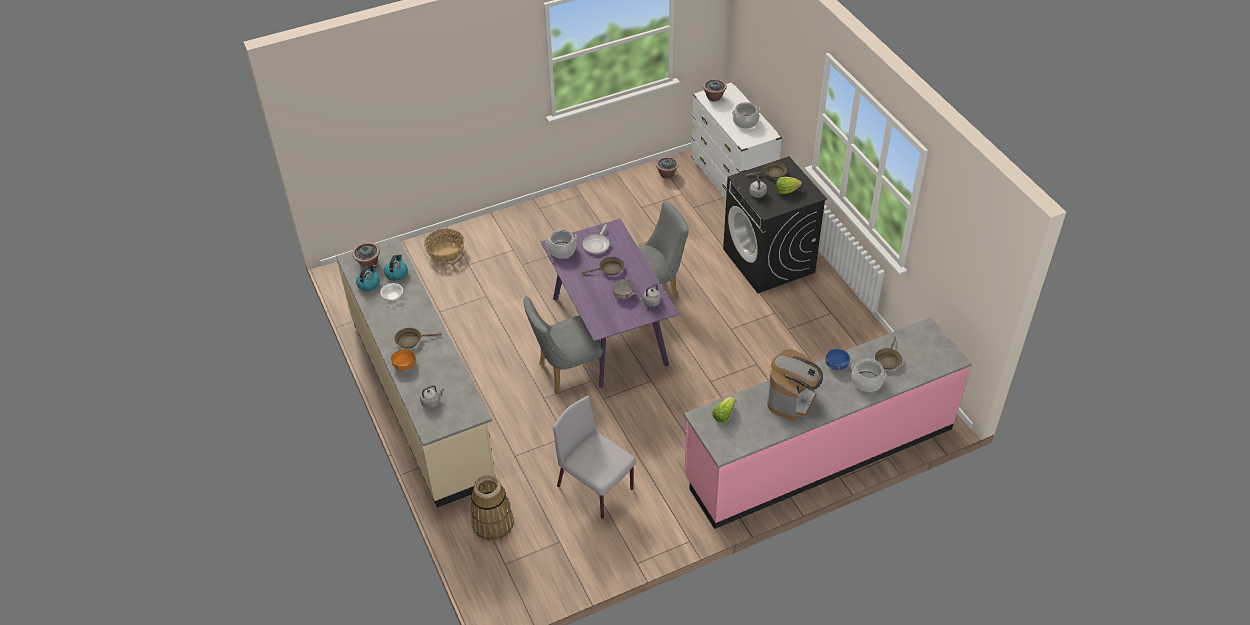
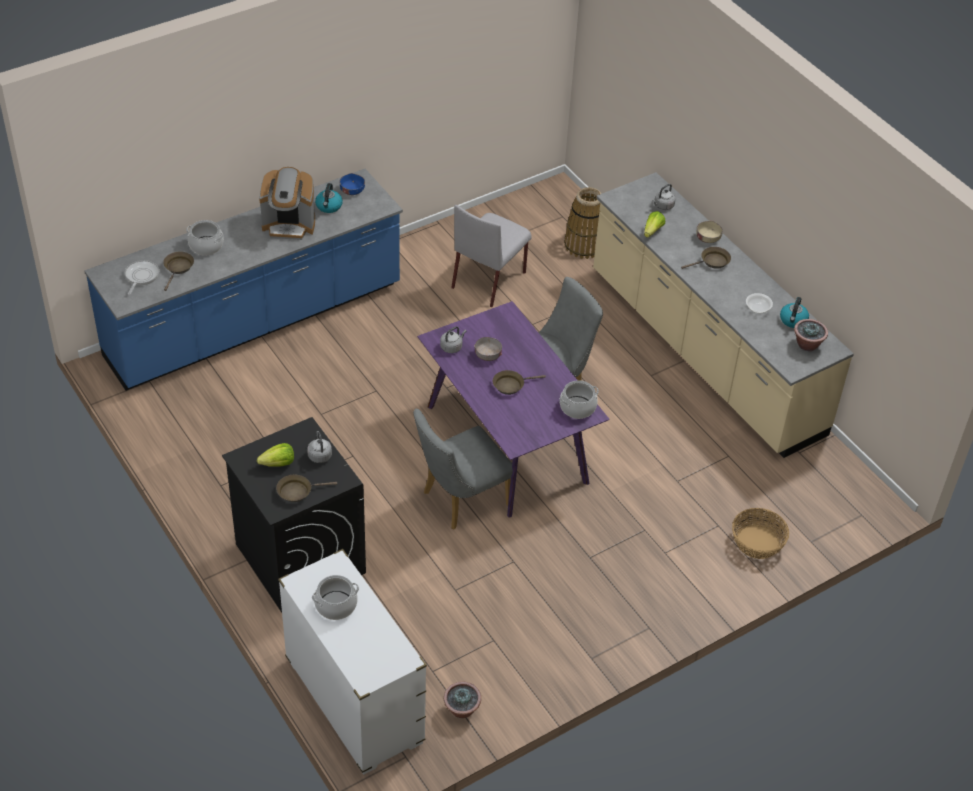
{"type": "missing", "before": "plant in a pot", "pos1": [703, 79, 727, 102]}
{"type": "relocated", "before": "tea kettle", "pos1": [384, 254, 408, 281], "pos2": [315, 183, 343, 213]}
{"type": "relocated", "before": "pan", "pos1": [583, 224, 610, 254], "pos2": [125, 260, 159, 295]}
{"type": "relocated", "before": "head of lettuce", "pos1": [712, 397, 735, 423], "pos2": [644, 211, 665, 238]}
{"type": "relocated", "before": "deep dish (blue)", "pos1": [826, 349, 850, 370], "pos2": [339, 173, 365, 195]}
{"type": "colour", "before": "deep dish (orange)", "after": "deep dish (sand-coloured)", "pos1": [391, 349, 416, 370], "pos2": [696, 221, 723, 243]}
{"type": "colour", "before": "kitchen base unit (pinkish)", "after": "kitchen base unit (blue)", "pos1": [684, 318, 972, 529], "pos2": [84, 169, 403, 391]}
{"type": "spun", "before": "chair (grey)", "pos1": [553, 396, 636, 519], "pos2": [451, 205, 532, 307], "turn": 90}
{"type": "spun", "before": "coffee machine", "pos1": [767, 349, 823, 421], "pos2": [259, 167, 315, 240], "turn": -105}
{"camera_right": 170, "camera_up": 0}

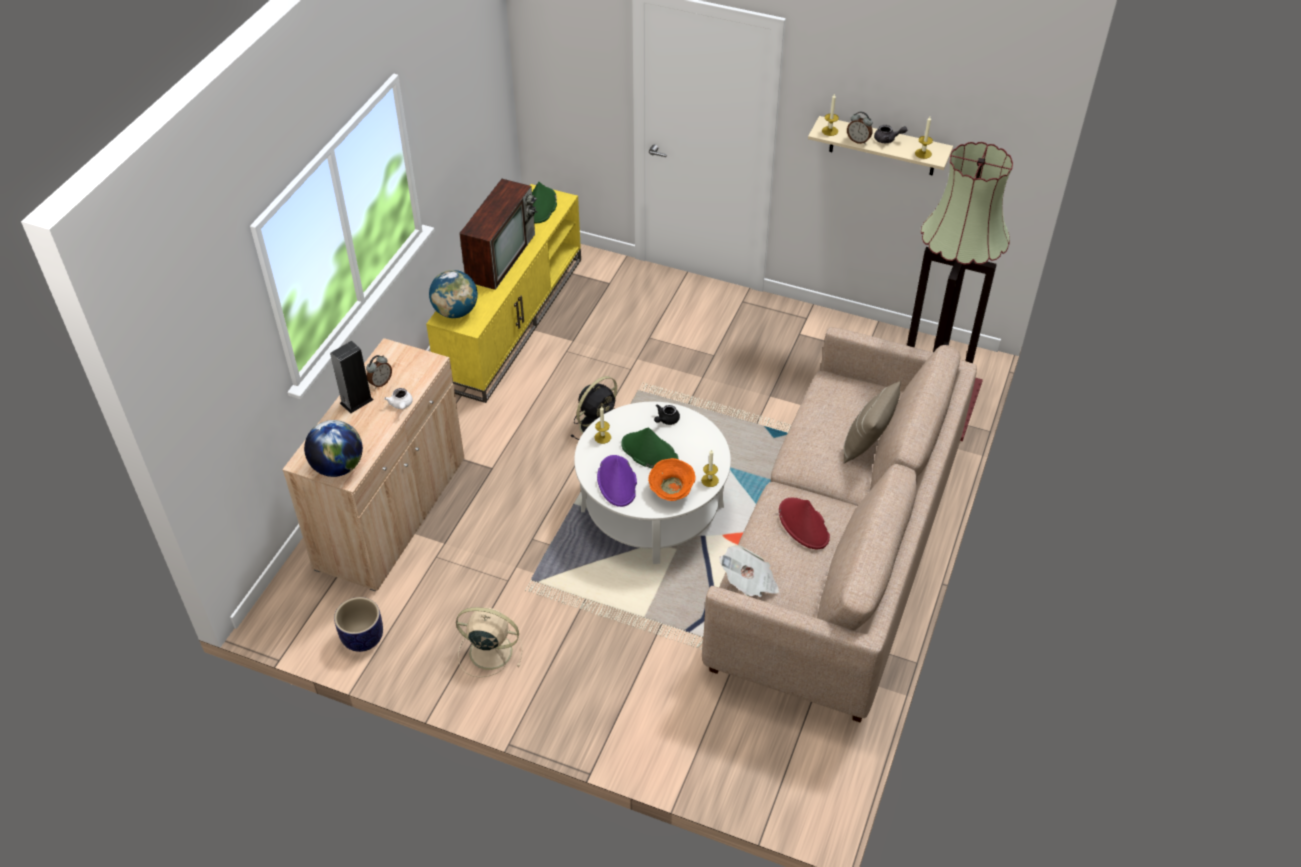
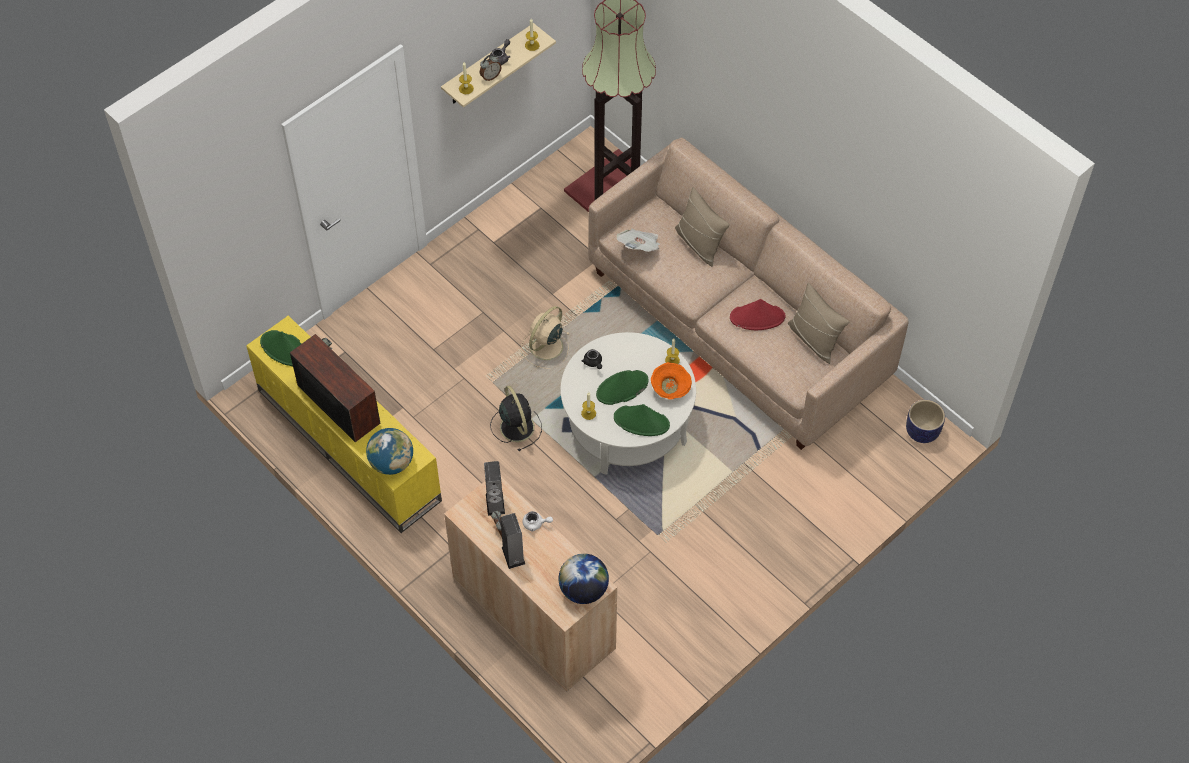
{"type": "appeared", "after": "loudspeaker", "pos2": [484, 461, 505, 516]}
{"type": "appeared", "after": "cushion (sand-coloured)", "pos2": [788, 283, 849, 364]}
{"type": "relocated", "before": "flower pot", "pos1": [334, 597, 383, 652], "pos2": [906, 400, 945, 443]}
{"type": "relocated", "before": "cooling fan (sand-coloured)", "pos1": [456, 607, 522, 677], "pos2": [522, 306, 569, 369]}
{"type": "relocated", "before": "newspaper", "pos1": [719, 545, 779, 597], "pos2": [616, 229, 660, 252]}
{"type": "colour", "before": "hat (purple-coloured)", "after": "hat (greenish)", "pos1": [597, 455, 637, 507], "pos2": [614, 404, 670, 436]}
{"camera_right": -65, "camera_up": 10}

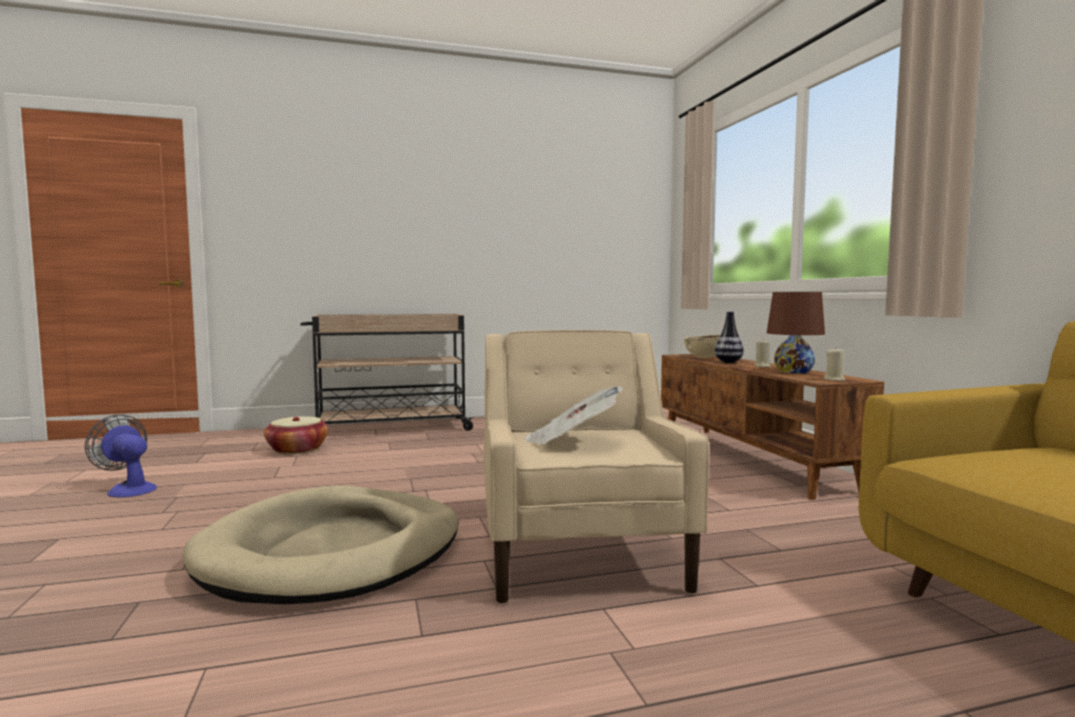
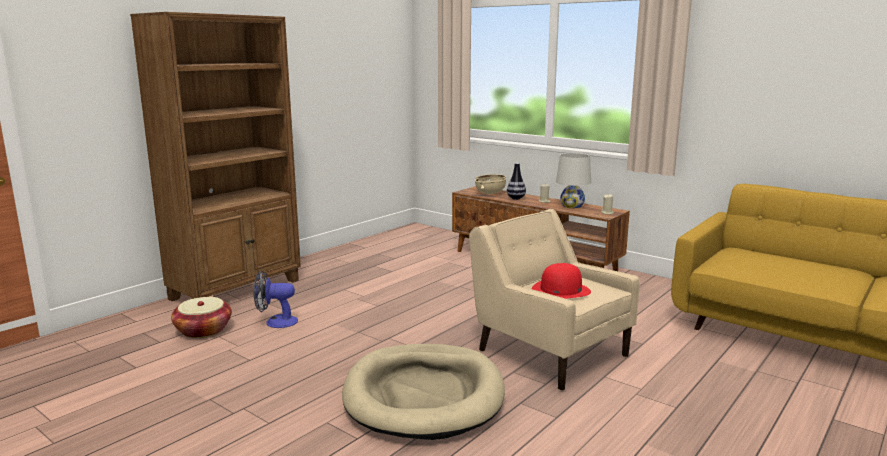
{"type": "relocated", "before": "cooling fan", "pos1": [85, 415, 157, 497], "pos2": [253, 271, 298, 328]}
{"type": "exchanged", "before": "wheeled cart (sand-coloured)", "after": "bookcase (brownish)", "pos1": [300, 314, 475, 431], "pos2": [130, 12, 301, 301]}
{"type": "exchanged", "before": "newspaper", "after": "hat (red-coloured)", "pos1": [524, 386, 624, 445], "pos2": [532, 263, 591, 299]}
{"type": "colour", "before": "table lamp (brownish)", "after": "table lamp (white)", "pos1": [767, 292, 825, 374], "pos2": [556, 153, 591, 208]}
{"camera_right": -35, "camera_up": 10}

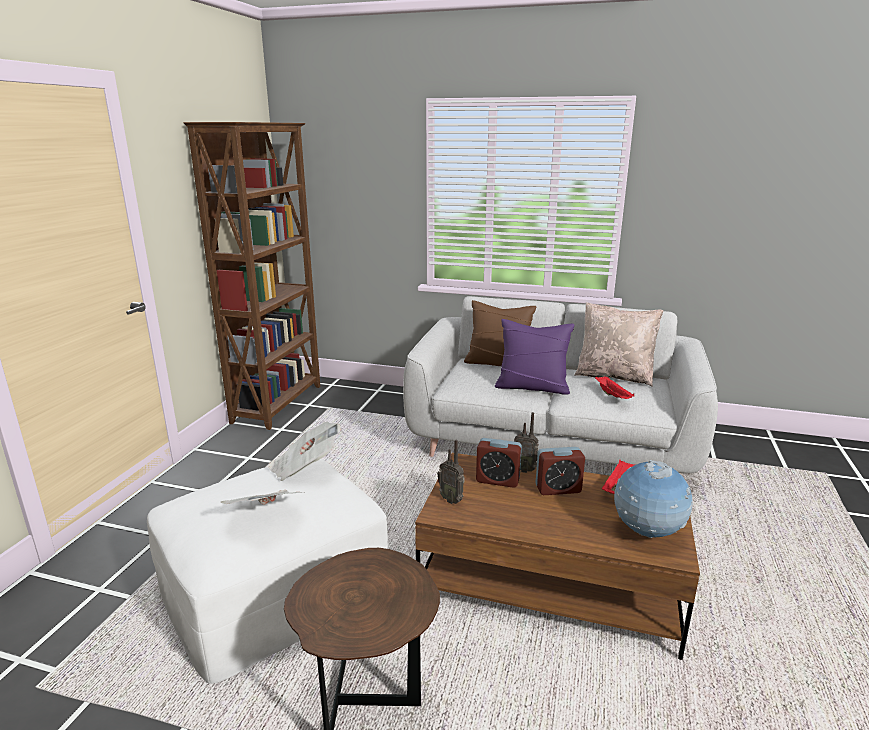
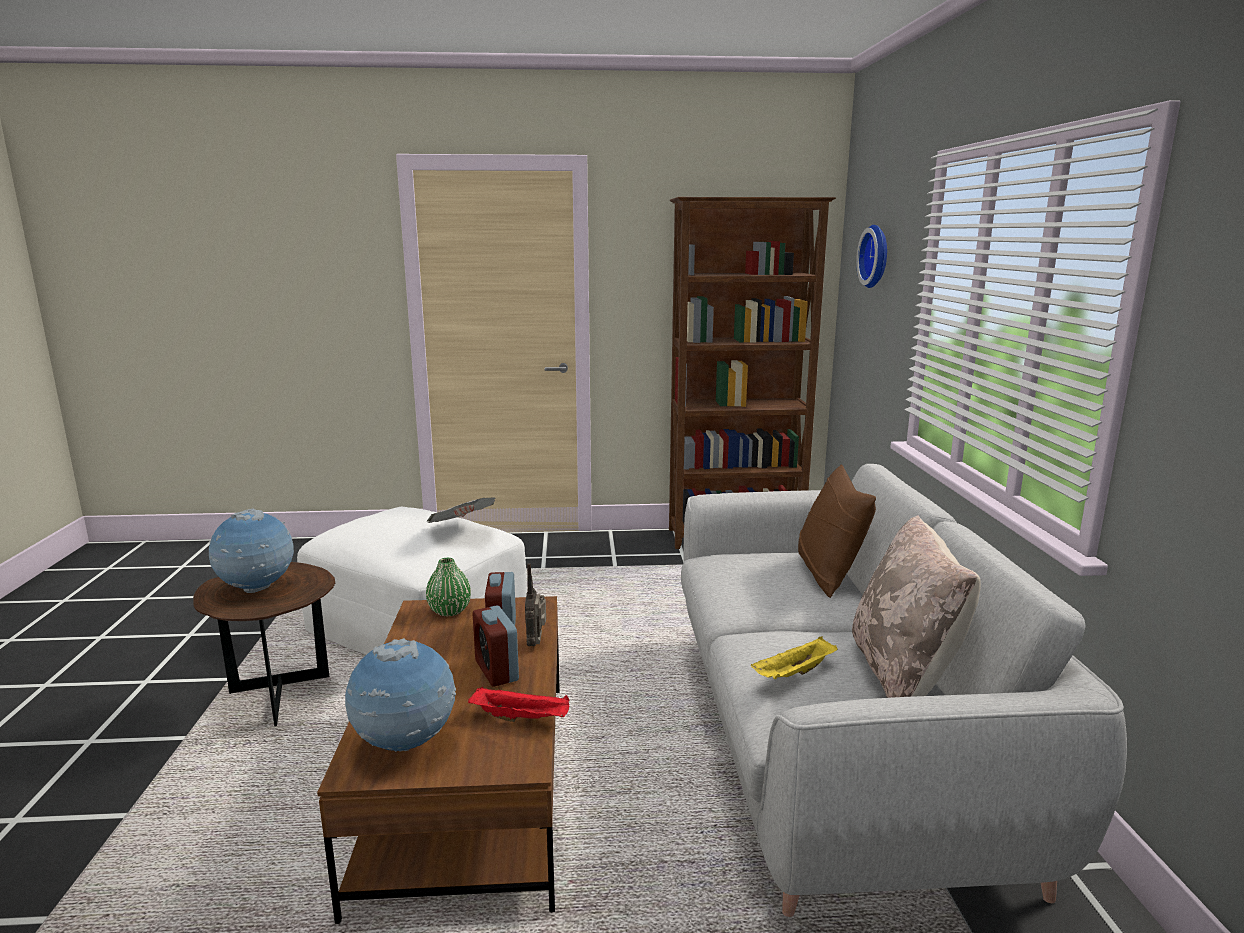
{"type": "missing", "before": "newspaper", "pos1": [221, 490, 304, 505]}
{"type": "missing", "before": "cushion (purple-coloured)", "pos1": [495, 319, 574, 395]}
{"type": "appeared", "after": "world globe", "pos2": [209, 509, 294, 593]}
{"type": "appeared", "after": "hanging clock", "pos2": [856, 225, 887, 288]}
{"type": "exchanged", "before": "radio receiver", "after": "decorative vase (greenish)", "pos1": [437, 440, 465, 504], "pos2": [426, 558, 471, 616]}
{"type": "colour", "before": "serving tray (red-coloured)", "after": "serving tray (yellow-coloured)", "pos1": [595, 376, 634, 399], "pos2": [751, 636, 838, 679]}
{"camera_right": 70, "camera_up": -5}

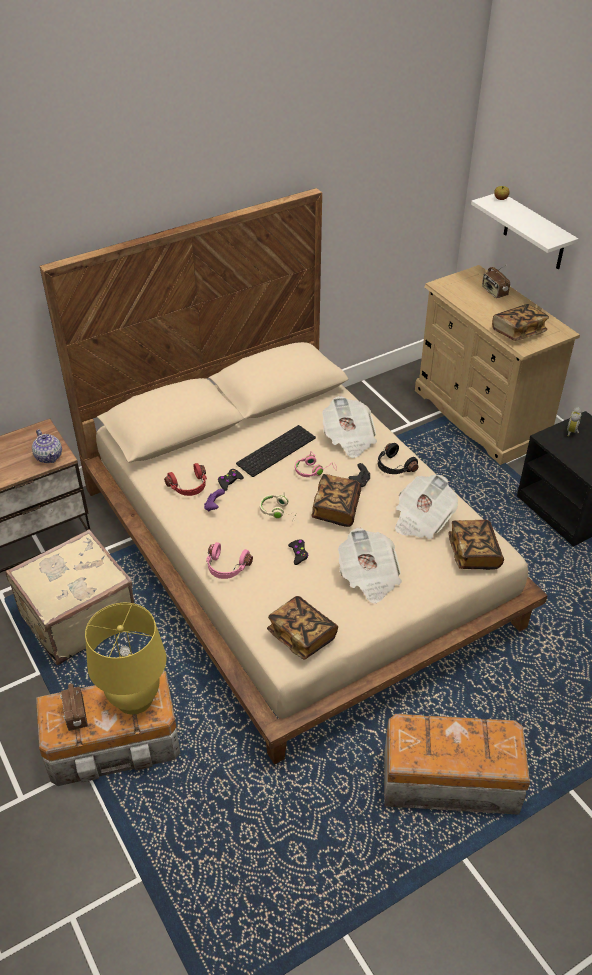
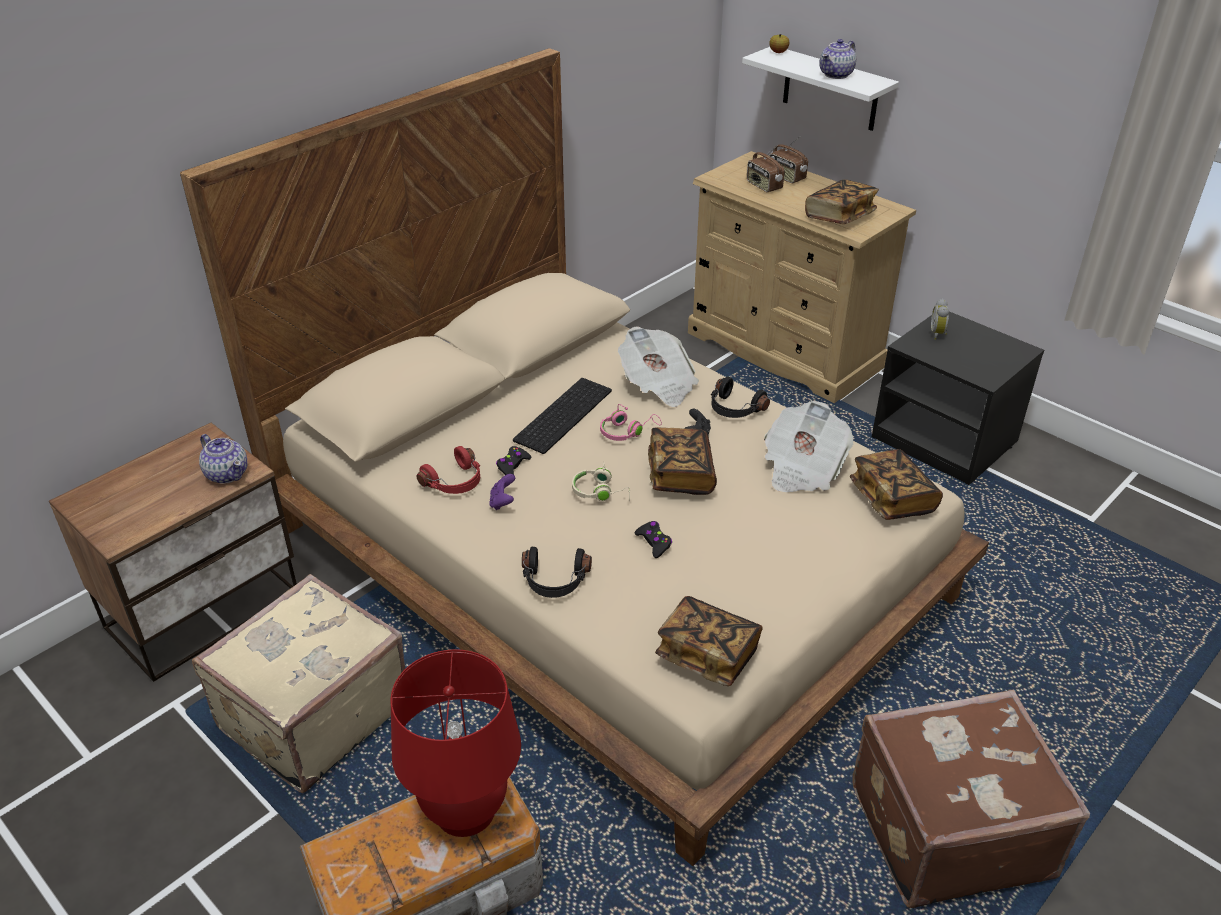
{"type": "missing", "before": "newspaper", "pos1": [338, 528, 402, 604]}
{"type": "appeared", "after": "tea pot", "pos2": [819, 39, 856, 79]}
{"type": "relocated", "before": "radio receiver", "pos1": [60, 684, 88, 731], "pos2": [747, 145, 785, 192]}
{"type": "exchanged", "before": "storage bin", "after": "piece of luggage (brownish)", "pos1": [384, 714, 530, 815], "pos2": [852, 690, 1090, 908]}
{"type": "colour", "before": "table lamp (yellow-coloured)", "after": "table lamp (red-coloured)", "pos1": [85, 603, 166, 714], "pos2": [391, 649, 521, 837]}
{"type": "colour", "before": "pair of headphones (pinkish)", "after": "pair of headphones (black-coloured)", "pos1": [206, 542, 253, 579], "pos2": [522, 547, 592, 598]}
{"camera_right": -15, "camera_up": -5}

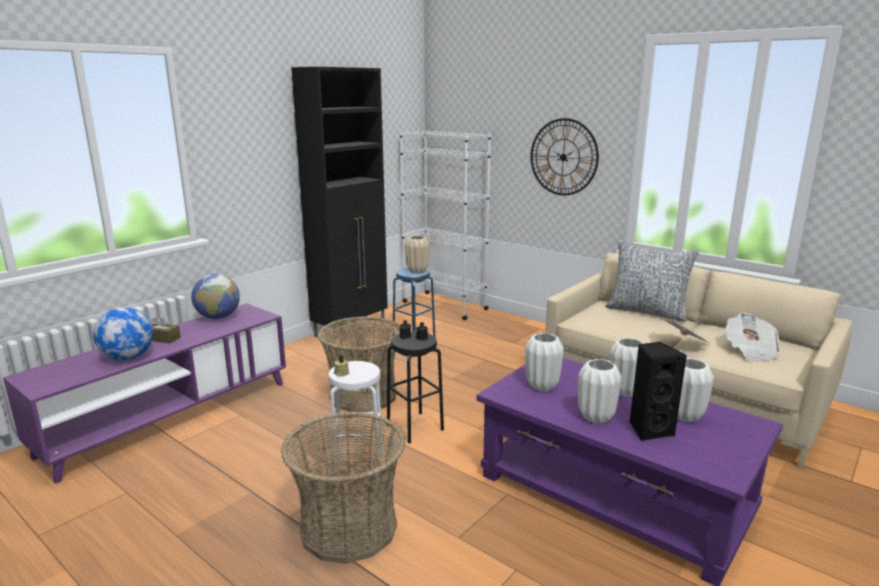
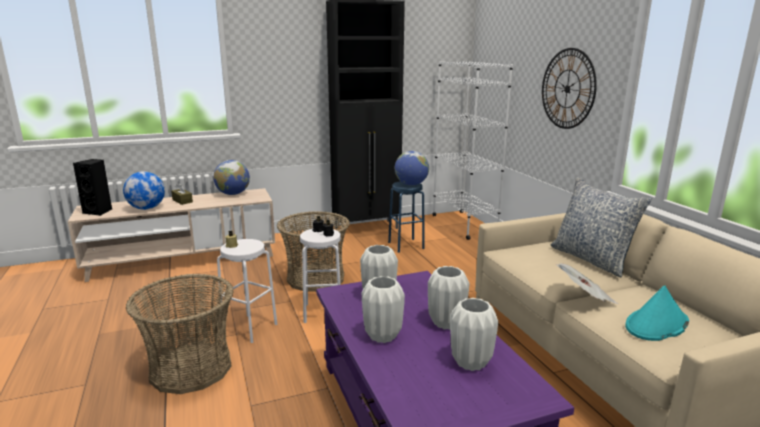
{"type": "relocated", "before": "loudspeaker (black-coloured)", "pos1": [630, 342, 687, 441], "pos2": [73, 159, 112, 216]}
{"type": "exchanged", "before": "decorative vase (sand-coloured)", "after": "world globe", "pos1": [405, 236, 430, 273], "pos2": [394, 151, 429, 186]}
{"type": "exchanged", "before": "newspaper", "after": "hat (blue-green)", "pos1": [725, 313, 780, 362], "pos2": [625, 286, 689, 341]}
{"type": "colour", "before": "tv stand (purple-coloured)", "after": "tv stand (sand-coloured)", "pos1": [3, 303, 286, 484], "pos2": [68, 188, 275, 282]}
{"type": "colour", "before": "stool (black-coloured)", "after": "stool (white)", "pos1": [387, 332, 444, 443], "pos2": [300, 229, 341, 323]}
{"camera_right": 30, "camera_up": 0}

